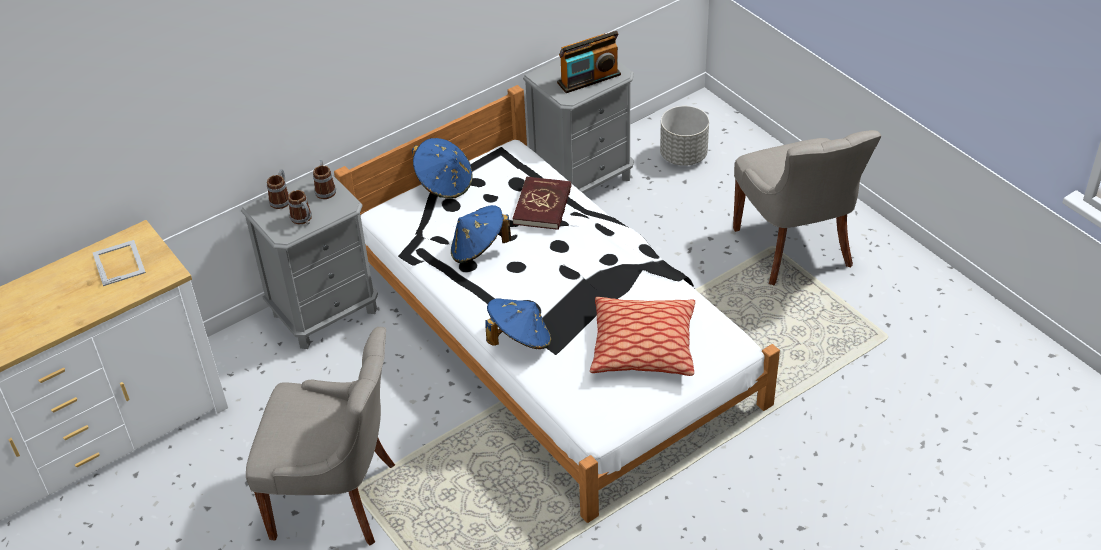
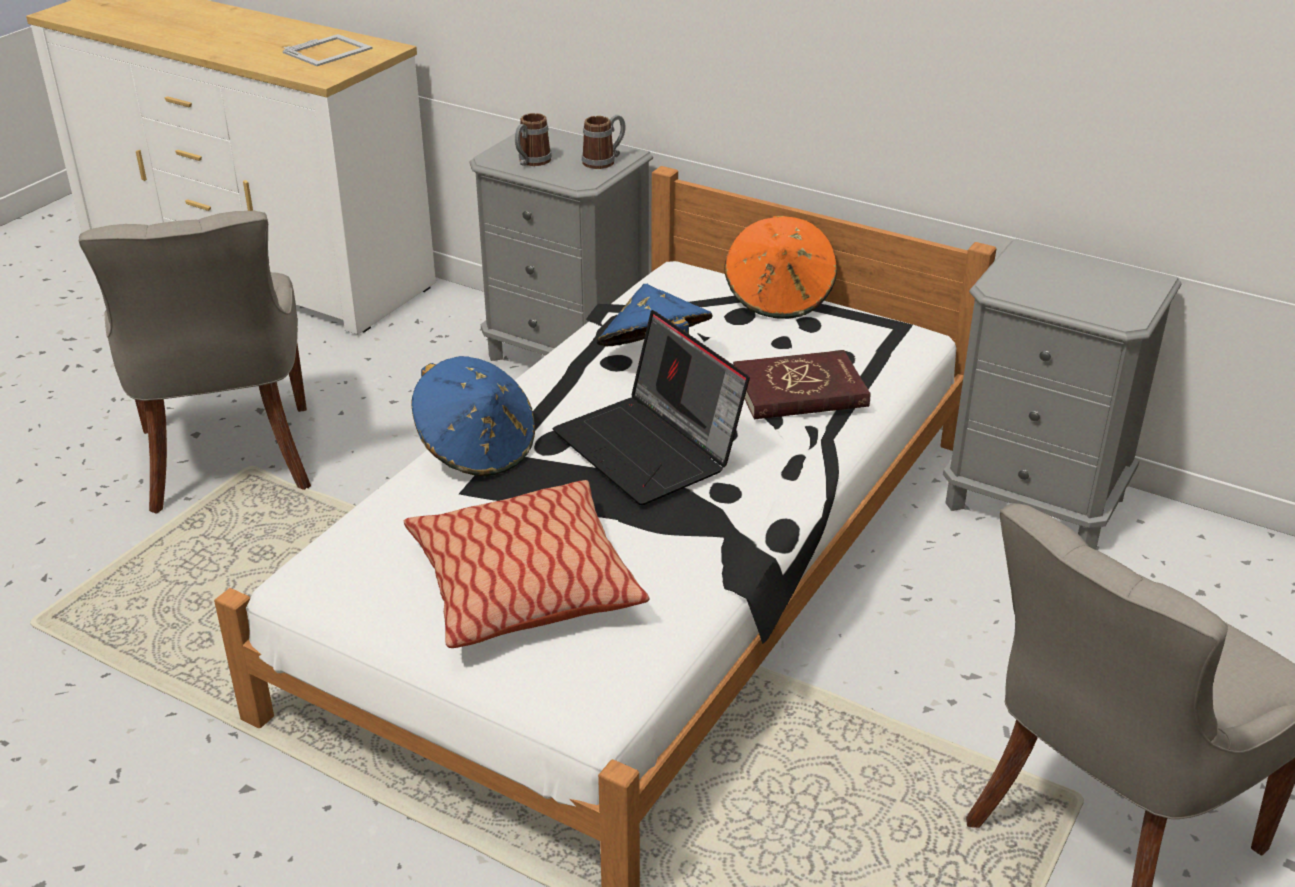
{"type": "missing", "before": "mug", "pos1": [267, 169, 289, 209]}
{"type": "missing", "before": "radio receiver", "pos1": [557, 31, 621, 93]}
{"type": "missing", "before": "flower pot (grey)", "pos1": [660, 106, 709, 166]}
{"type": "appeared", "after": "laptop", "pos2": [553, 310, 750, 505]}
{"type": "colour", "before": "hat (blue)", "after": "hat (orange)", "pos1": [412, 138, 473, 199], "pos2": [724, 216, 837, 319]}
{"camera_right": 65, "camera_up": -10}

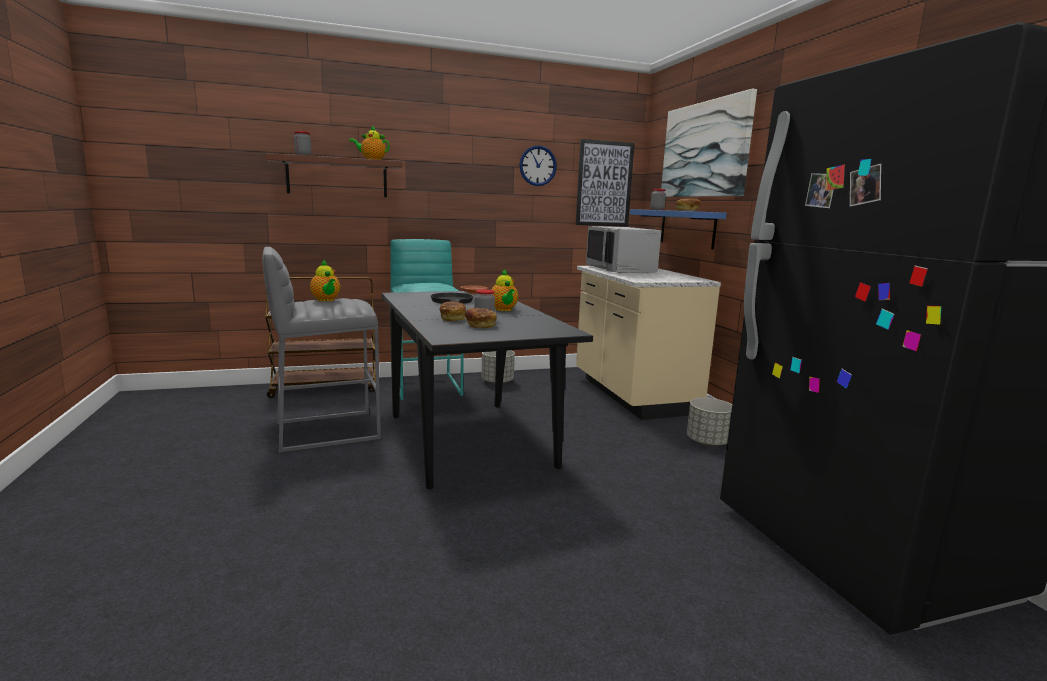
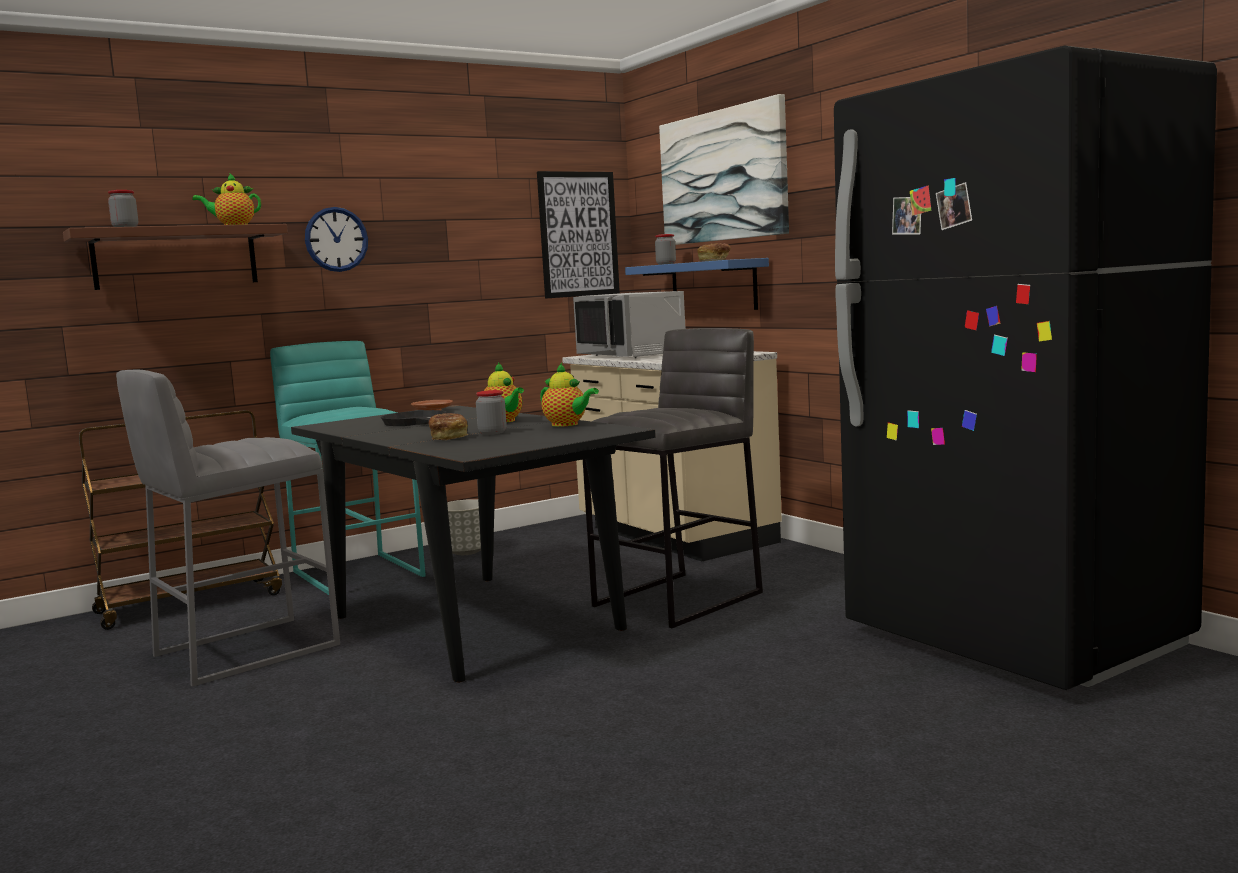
{"type": "missing", "before": "bread", "pos1": [464, 308, 497, 328]}
{"type": "missing", "before": "flower pot (grey)", "pos1": [687, 398, 732, 446]}
{"type": "appeared", "after": "stool (grey)", "pos2": [583, 328, 763, 628]}
{"type": "relocated", "before": "tea pot", "pos1": [310, 260, 340, 301], "pos2": [540, 363, 599, 427]}
{"type": "relocated", "before": "hanging clock", "pos1": [519, 145, 557, 186], "pos2": [305, 207, 368, 272]}
{"camera_right": -15, "camera_up": -5}

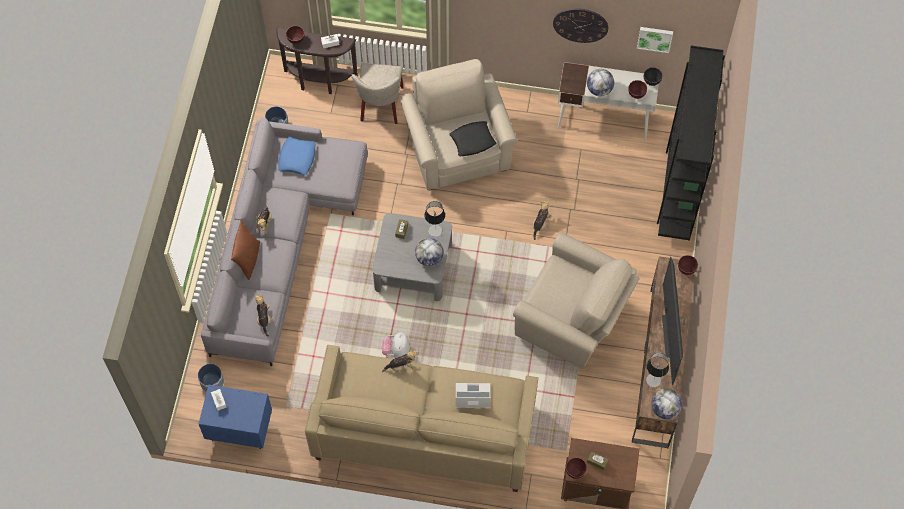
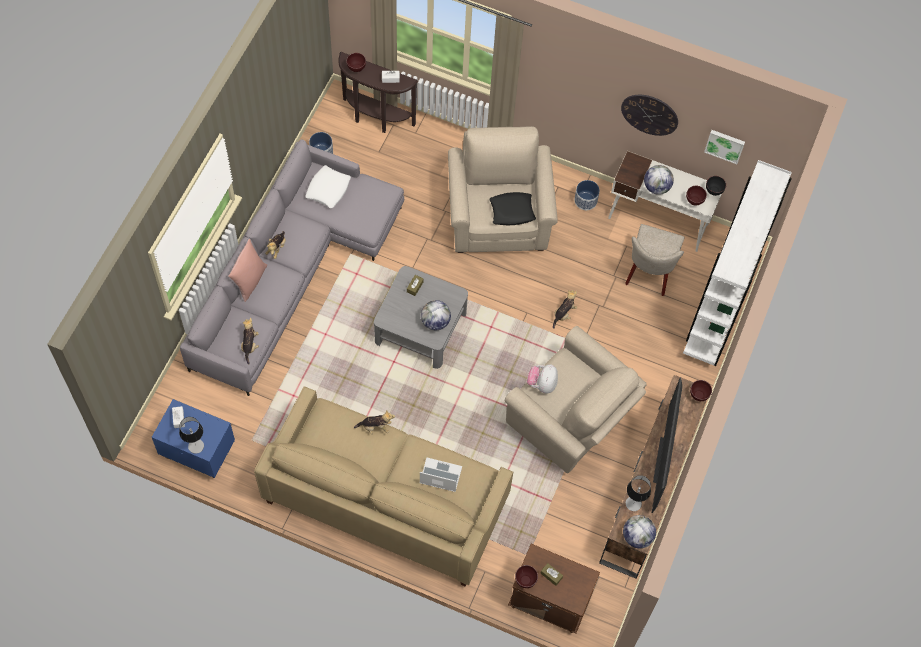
{"type": "relocated", "before": "flower pot", "pos1": [198, 364, 224, 392], "pos2": [574, 180, 600, 210]}
{"type": "relocated", "before": "chair (sand-coloured)", "pos1": [351, 63, 403, 124], "pos2": [625, 224, 684, 296]}
{"type": "relocated", "before": "soft toy", "pos1": [382, 333, 410, 358], "pos2": [527, 364, 558, 393]}
{"type": "relocated", "before": "table lamp", "pos1": [424, 201, 445, 237], "pos2": [179, 417, 204, 454]}
{"type": "colour", "before": "cushion (brownish)", "after": "cushion (pinkish)", "pos1": [231, 221, 260, 280], "pos2": [228, 239, 267, 302]}
{"type": "colour", "before": "cushion (blue)", "after": "cushion (white)", "pos1": [278, 137, 316, 176], "pos2": [305, 165, 351, 208]}
{"type": "colour", "before": "bookcase (black-coloured)", "after": "bookcase (white)", "pos1": [657, 46, 725, 241], "pos2": [683, 160, 792, 366]}
{"camera_right": 10, "camera_up": 0}

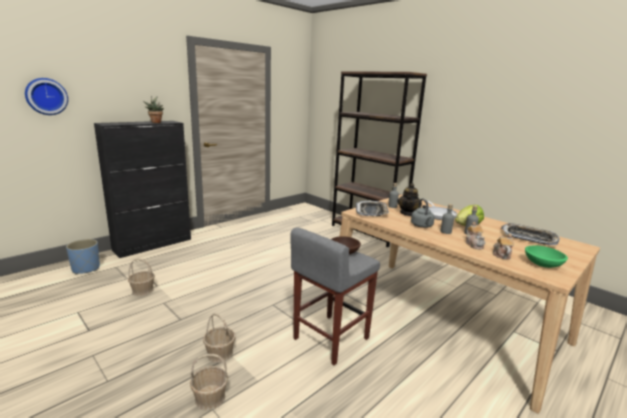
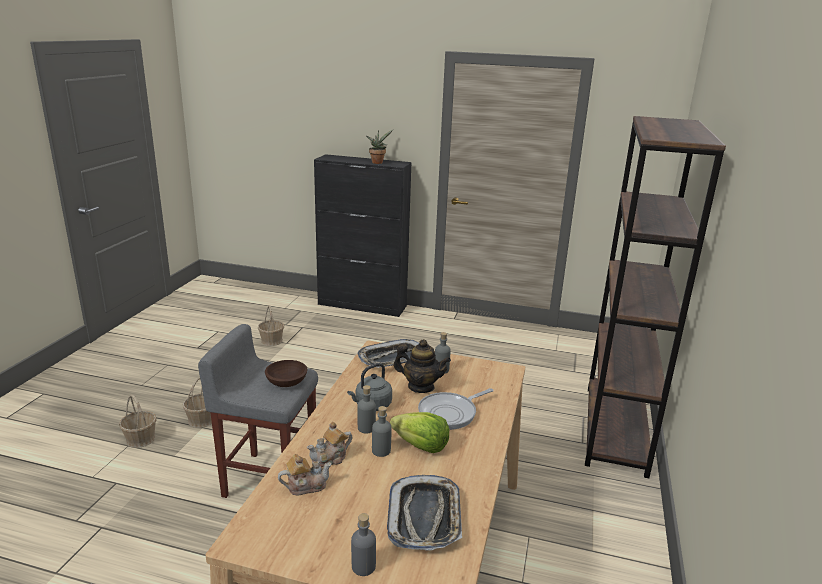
{"type": "missing", "before": "hanging clock", "pos1": [25, 78, 68, 115]}
{"type": "missing", "before": "flower pot (blue)", "pos1": [66, 239, 100, 275]}
{"type": "missing", "before": "deep dish (greenish)", "pos1": [525, 245, 568, 268]}
{"type": "appeared", "after": "beverage bottle (grey)", "pos2": [351, 513, 376, 576]}
{"type": "spun", "before": "tea pot", "pos1": [397, 183, 422, 216], "pos2": [394, 339, 451, 393], "turn": -150}
{"camera_right": 60, "camera_up": 5}

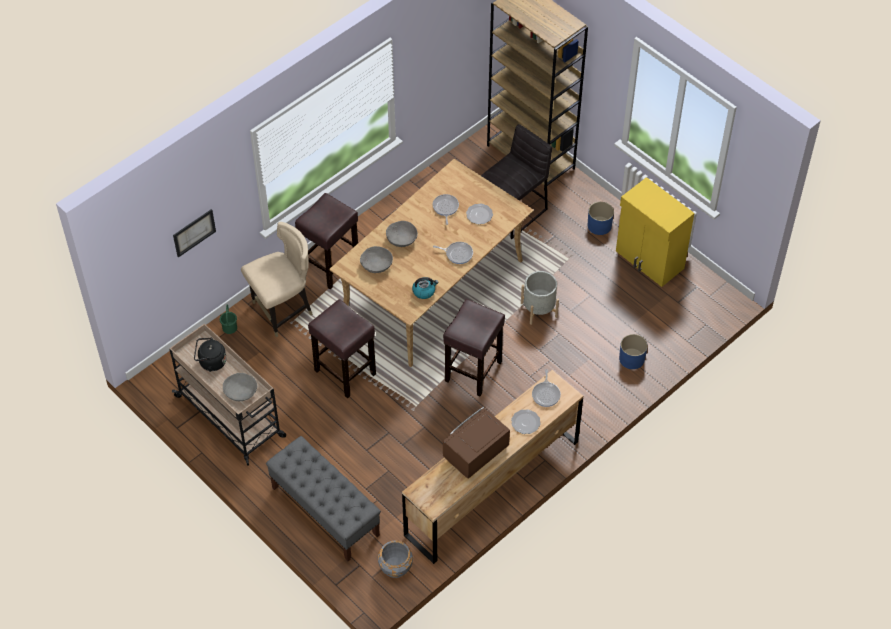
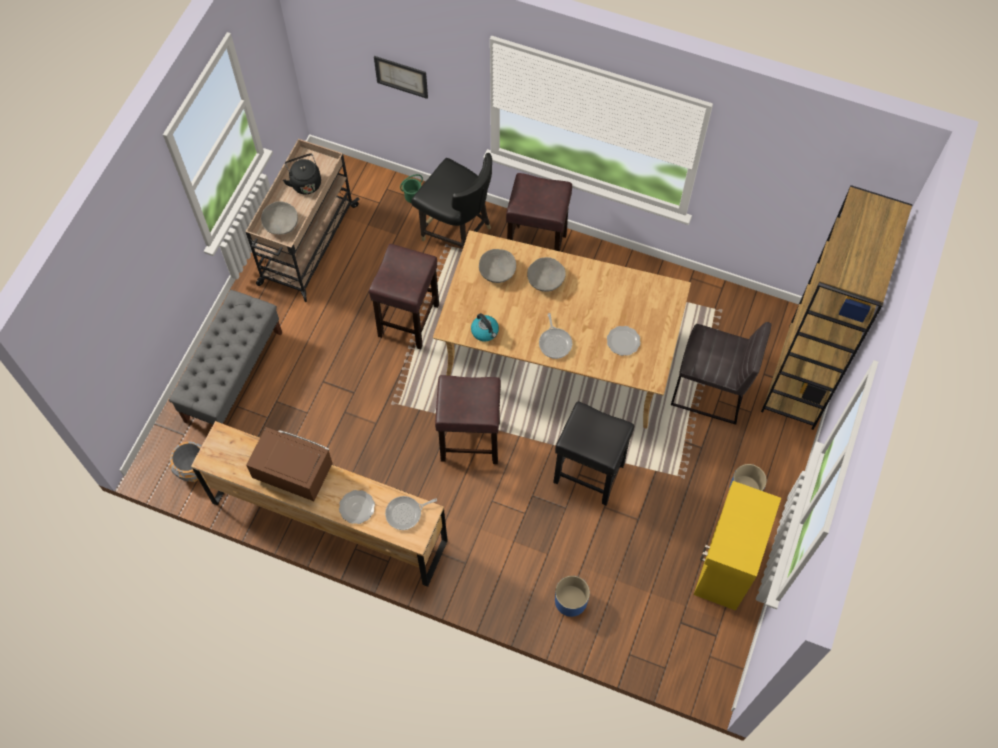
{"type": "missing", "before": "pan", "pos1": [433, 194, 459, 225]}
{"type": "exchanged", "before": "flower pot (grey)", "after": "stool (black-coloured)", "pos1": [521, 271, 559, 325], "pos2": [553, 402, 634, 505]}
{"type": "colour", "before": "chair (sand-coloured)", "after": "chair (black-coloured)", "pos1": [241, 222, 313, 337], "pos2": [411, 153, 492, 248]}
{"camera_right": 65, "camera_up": 10}

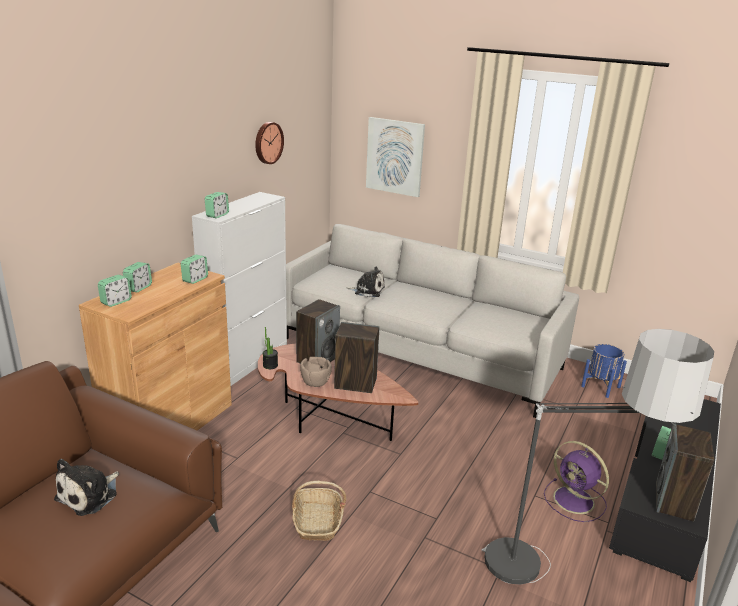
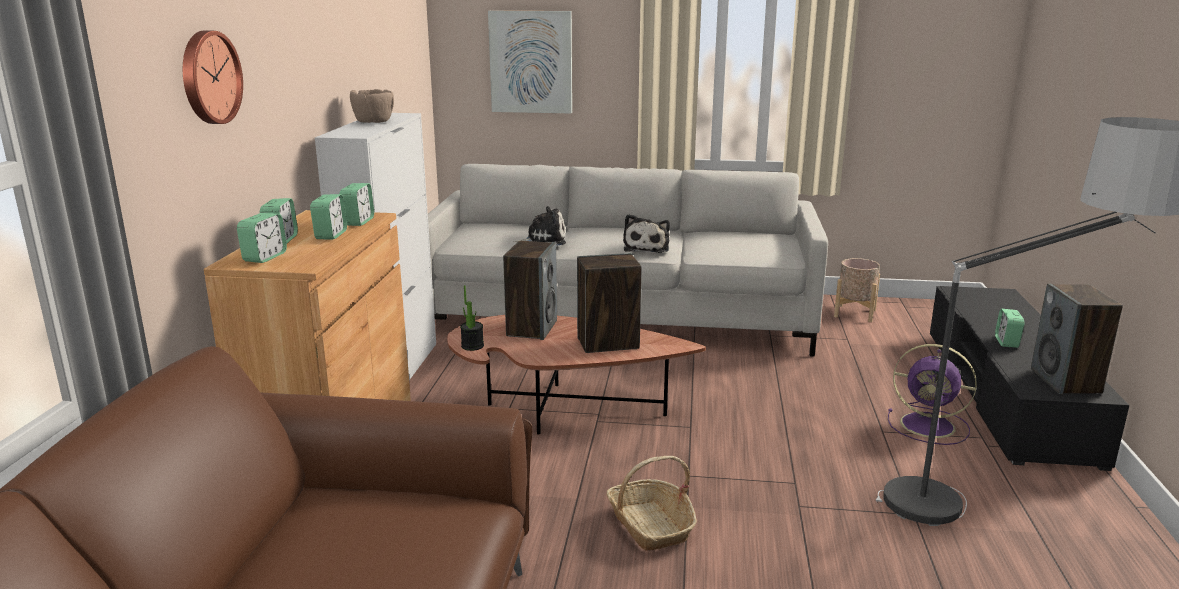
{"type": "relocated", "before": "soft toy", "pos1": [54, 459, 119, 516], "pos2": [623, 214, 670, 253]}
{"type": "relocated", "before": "bedside clock", "pos1": [205, 192, 229, 218], "pos2": [310, 194, 347, 240]}
{"type": "relocated", "before": "hanging clock", "pos1": [255, 122, 284, 164], "pos2": [183, 31, 243, 124]}
{"type": "relocated", "before": "deep dish (brownish)", "pos1": [300, 357, 332, 387], "pos2": [350, 89, 394, 123]}
{"type": "colour", "before": "flower pot (blue)", "after": "flower pot (sand-coloured)", "pos1": [581, 344, 627, 398], "pos2": [834, 258, 880, 322]}
{"camera_right": -20, "camera_up": -5}

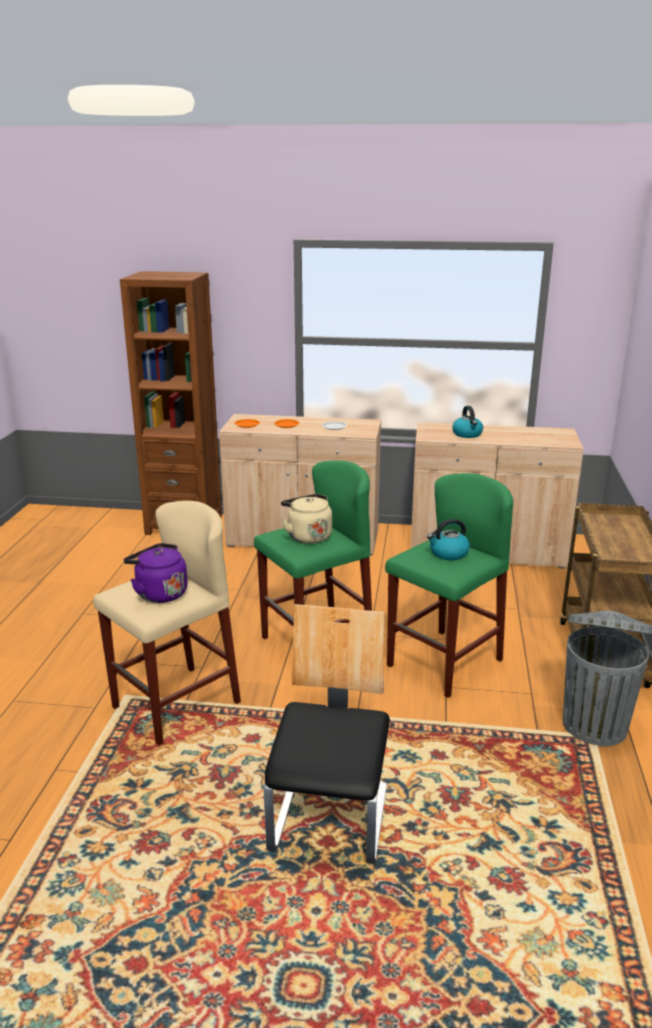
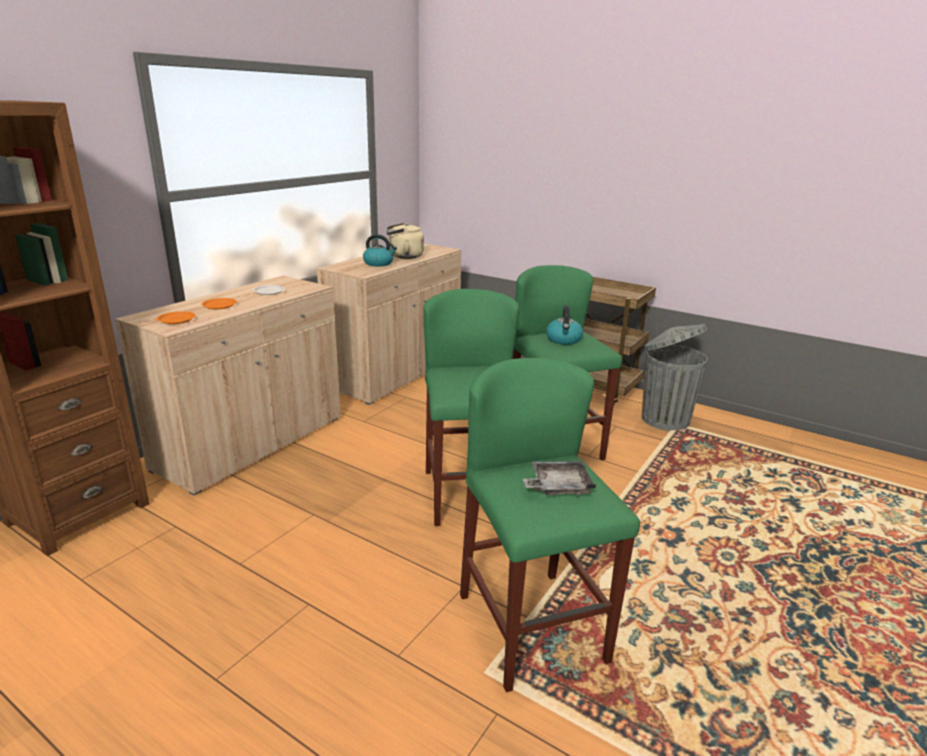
{"type": "missing", "before": "chair", "pos1": [264, 604, 390, 864]}
{"type": "relocated", "before": "tea kettle (sand-coloured)", "pos1": [281, 494, 332, 544], "pos2": [387, 222, 424, 259]}
{"type": "exchanged", "before": "tea kettle (purple-coloured)", "after": "serving tray (grey)", "pos1": [124, 543, 188, 603], "pos2": [523, 461, 596, 495]}
{"type": "colour", "before": "stool (sand-coloured)", "after": "stool (greenish)", "pos1": [93, 501, 241, 746], "pos2": [460, 358, 640, 692]}
{"camera_right": -65, "camera_up": 0}

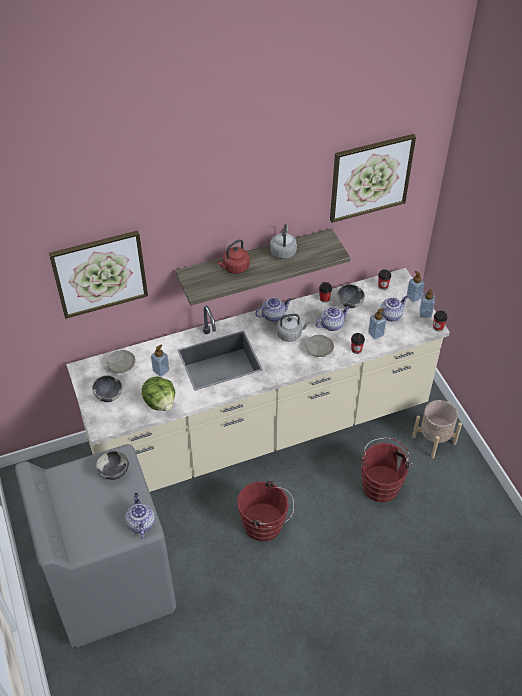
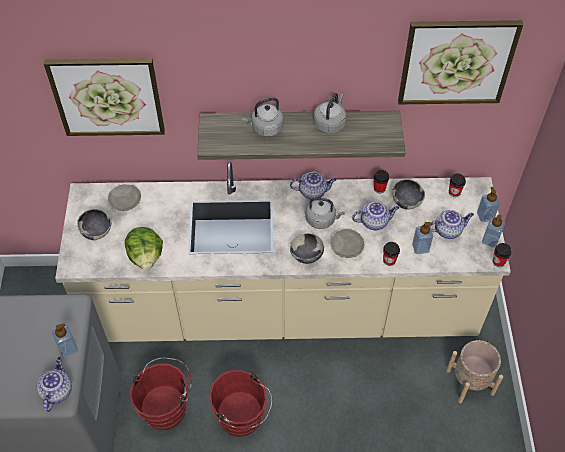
{"type": "relocated", "before": "deep dish", "pos1": [96, 450, 129, 480], "pos2": [290, 233, 324, 264]}
{"type": "relocated", "before": "soap bottle", "pos1": [151, 344, 169, 377], "pos2": [52, 323, 78, 358]}
{"type": "relocated", "before": "pail (red-coloured)", "pos1": [359, 438, 413, 502], "pos2": [130, 358, 192, 430]}
{"type": "colour", "before": "tea kettle (red-coloured)", "after": "tea kettle (grey)", "pos1": [217, 239, 250, 274], "pos2": [242, 97, 284, 137]}
{"camera_right": 20, "camera_up": 5}

